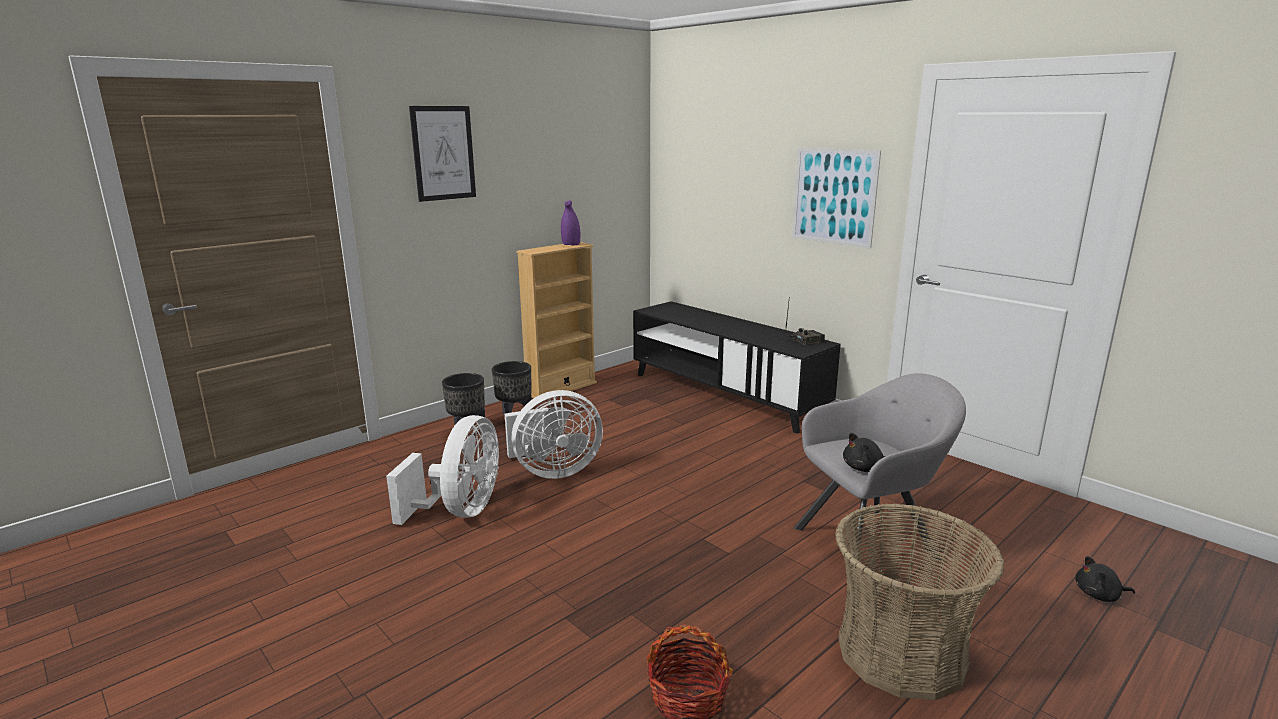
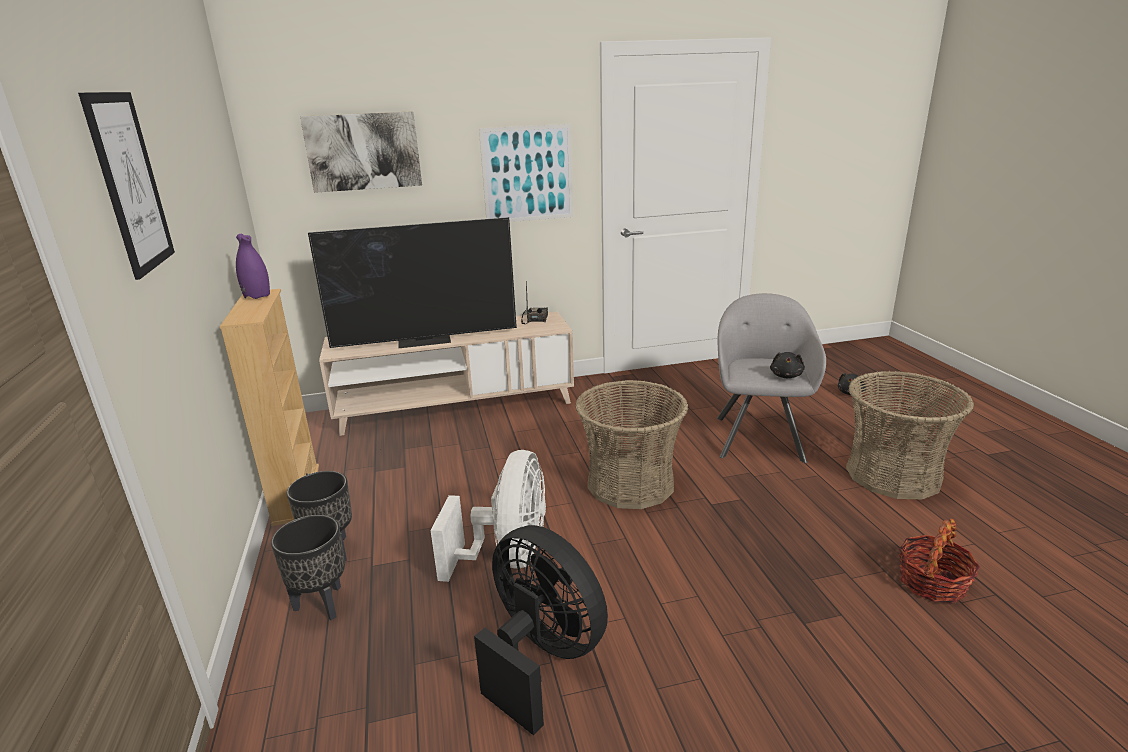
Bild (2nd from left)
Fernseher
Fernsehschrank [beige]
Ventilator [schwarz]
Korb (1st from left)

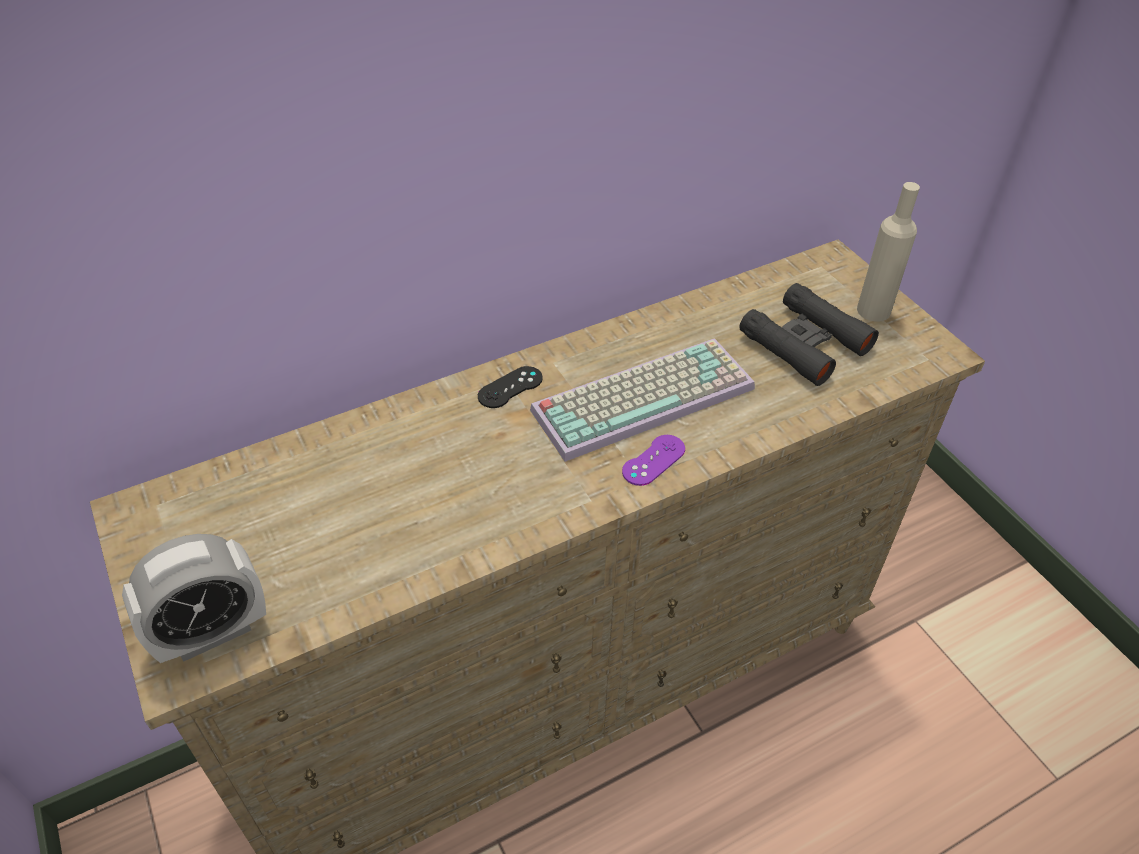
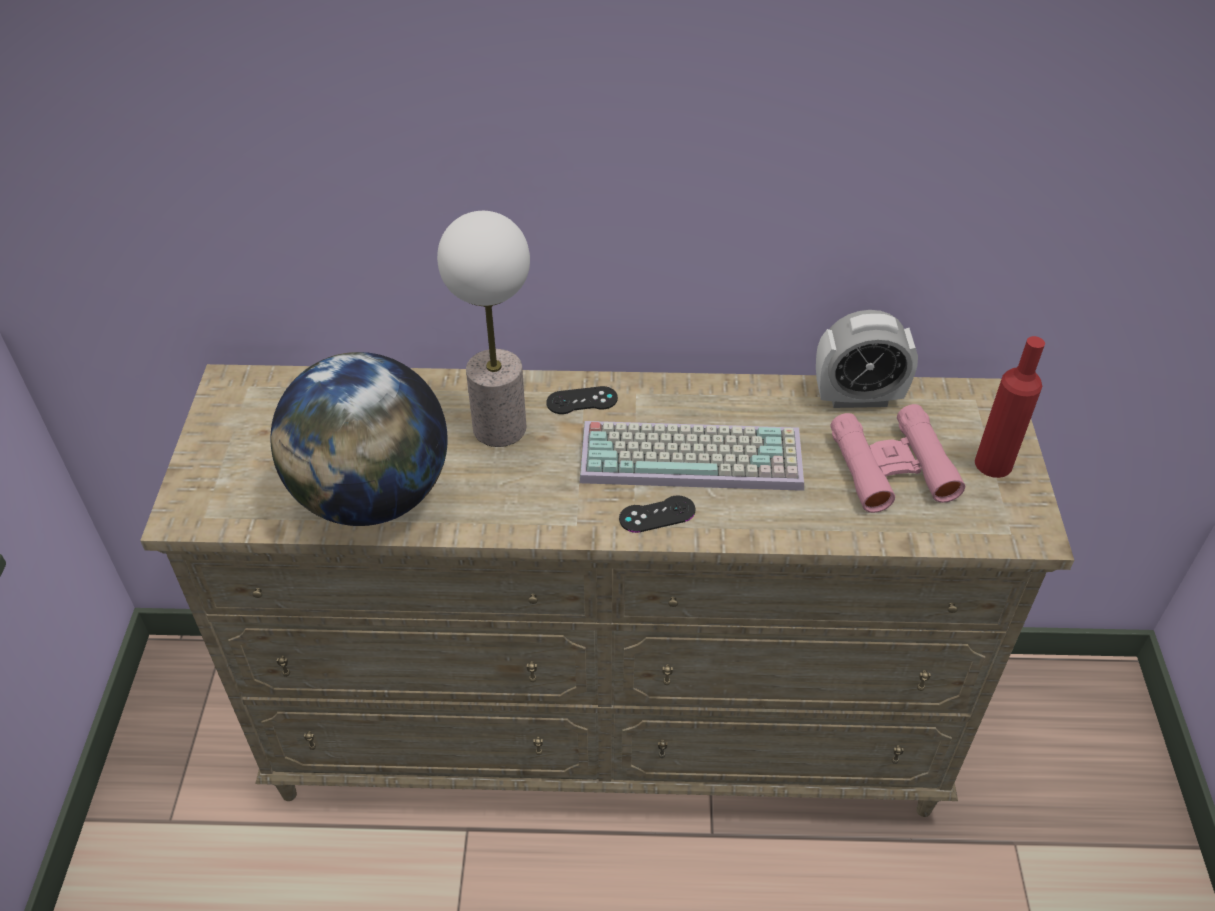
Globus
Tischlampe
Gamepad [schwarz] (2nd from left)
Wecker
Fernglas [rosa]
Flasche [rot]

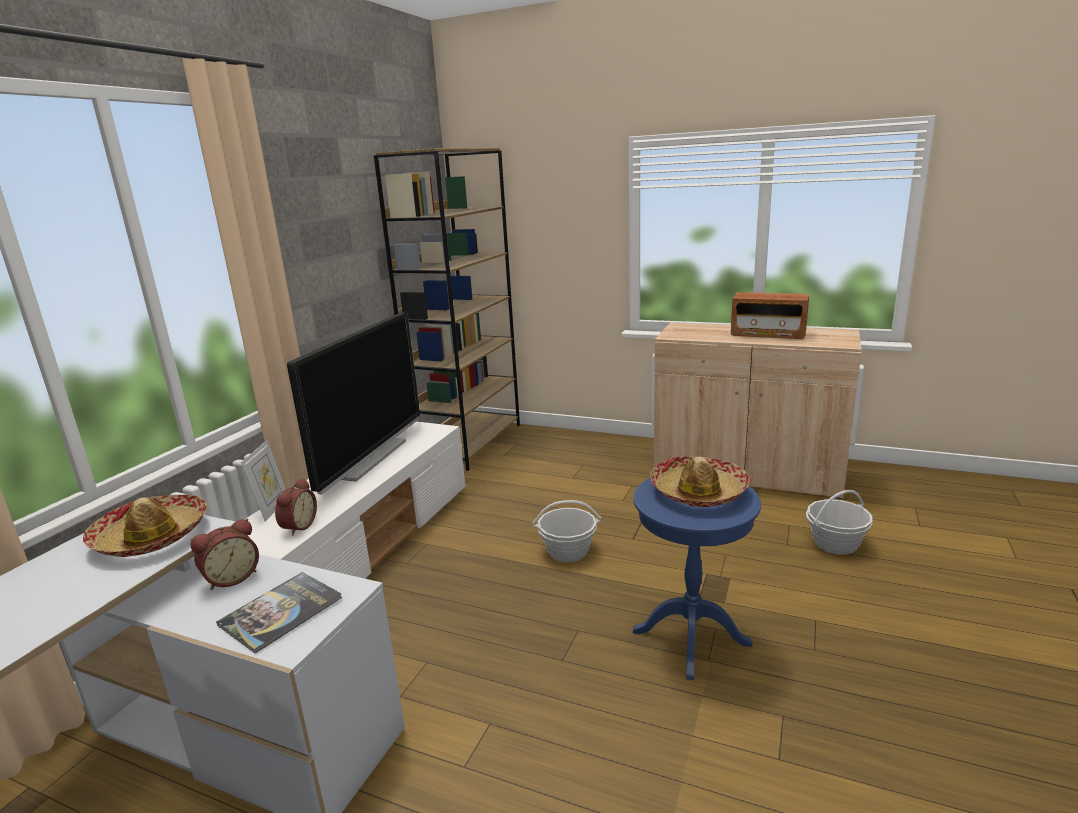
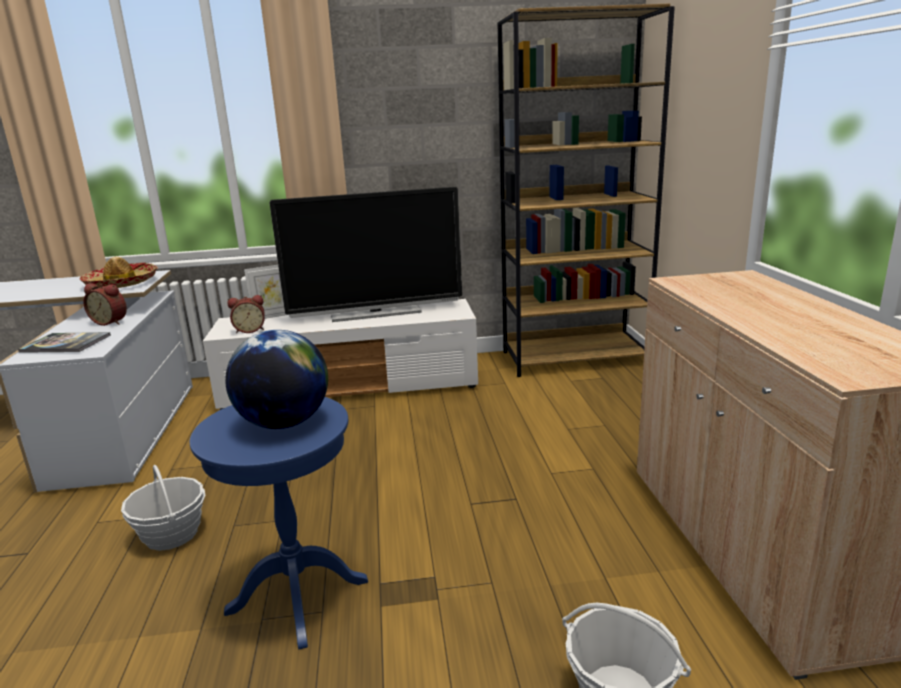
Korb (1st from left)
Globus
Radio

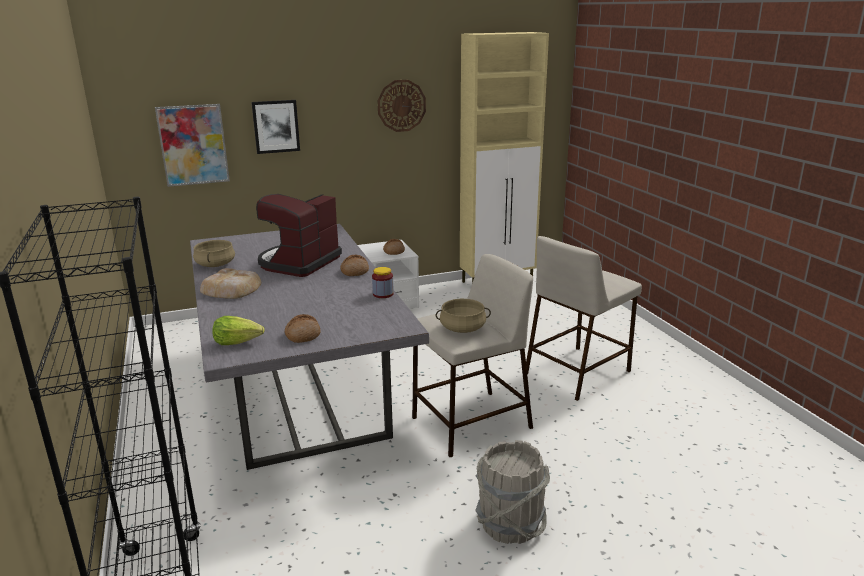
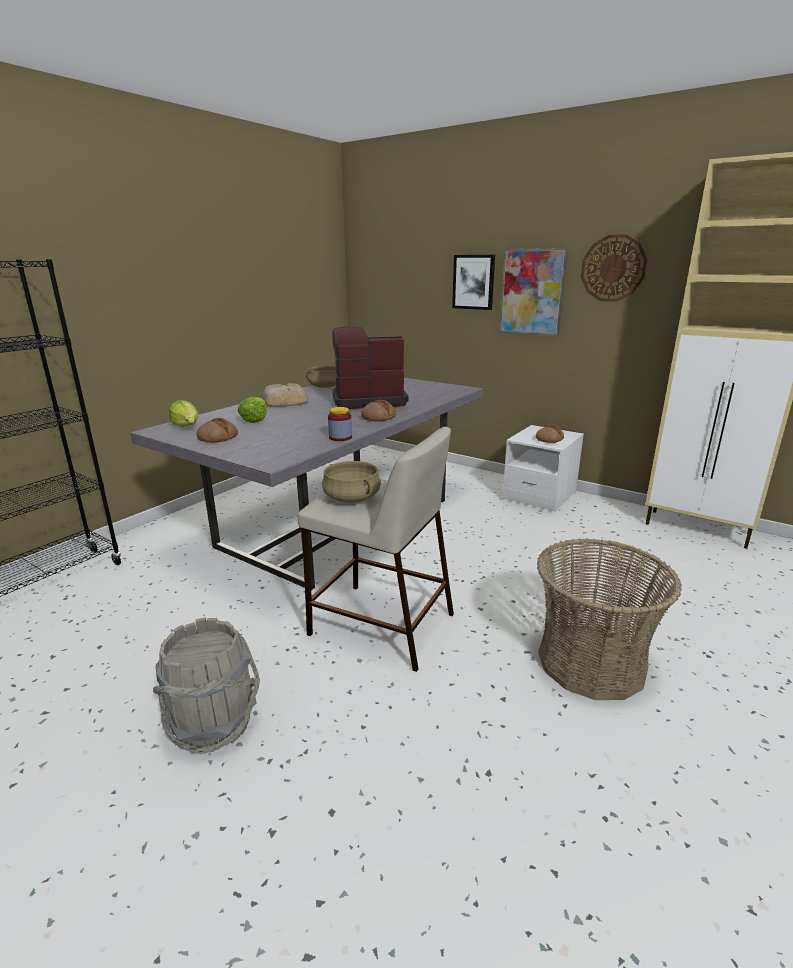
Salatkopf (2nd from left)
Bild (2nd from left)
Korb

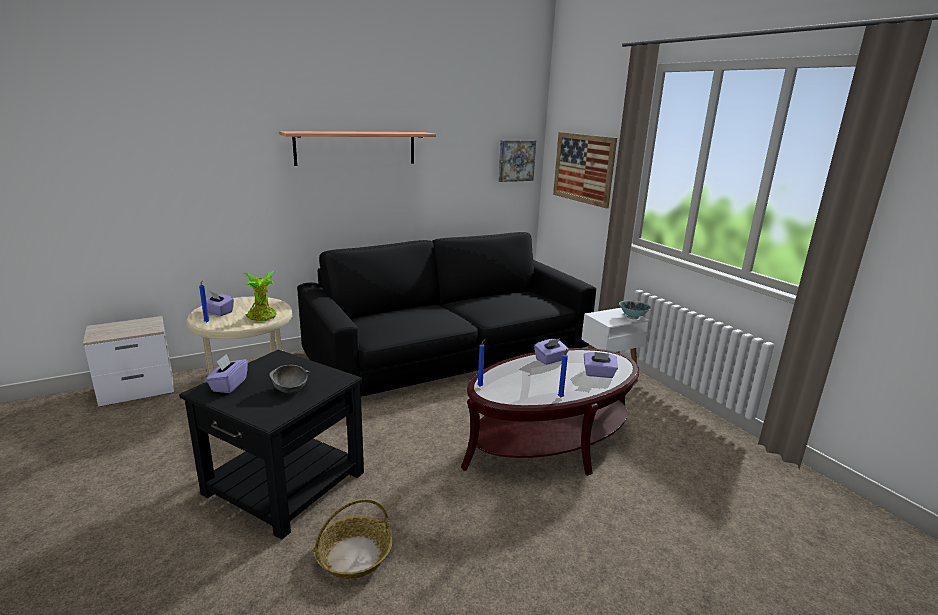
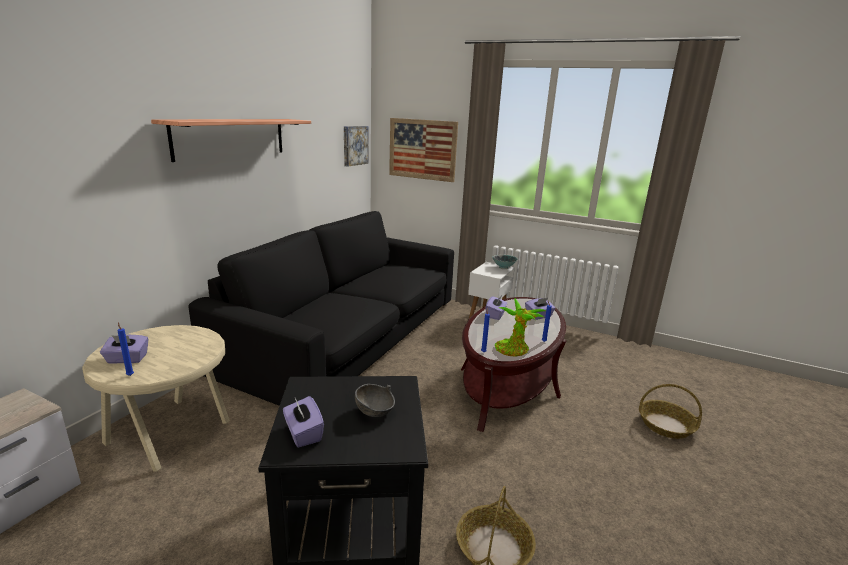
Topfpflanze
Korb (2nd from left)

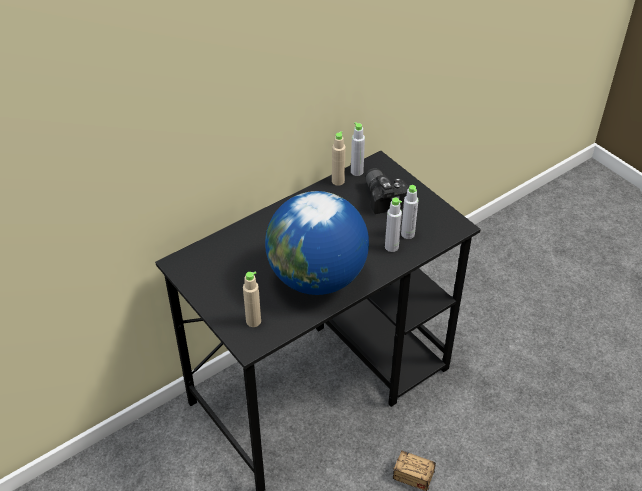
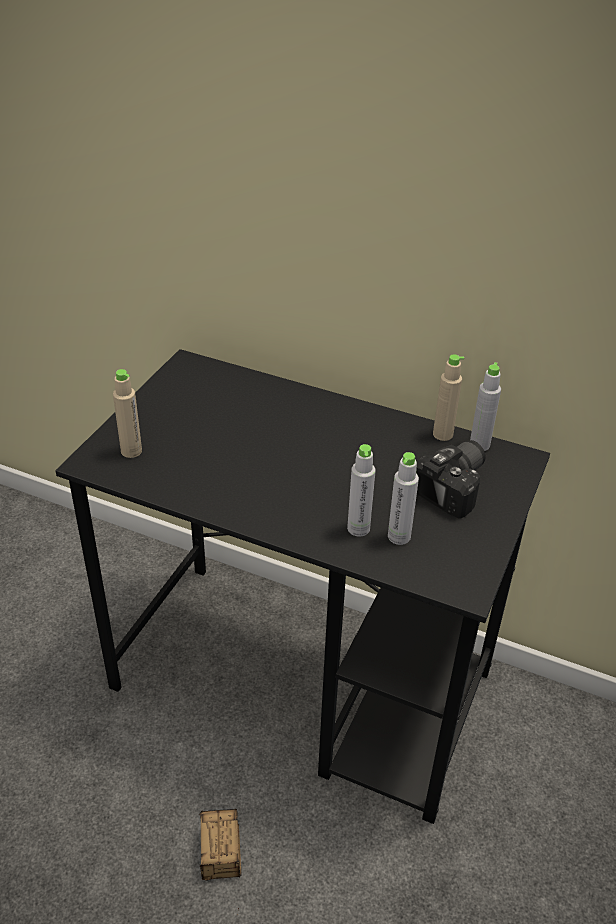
Globus

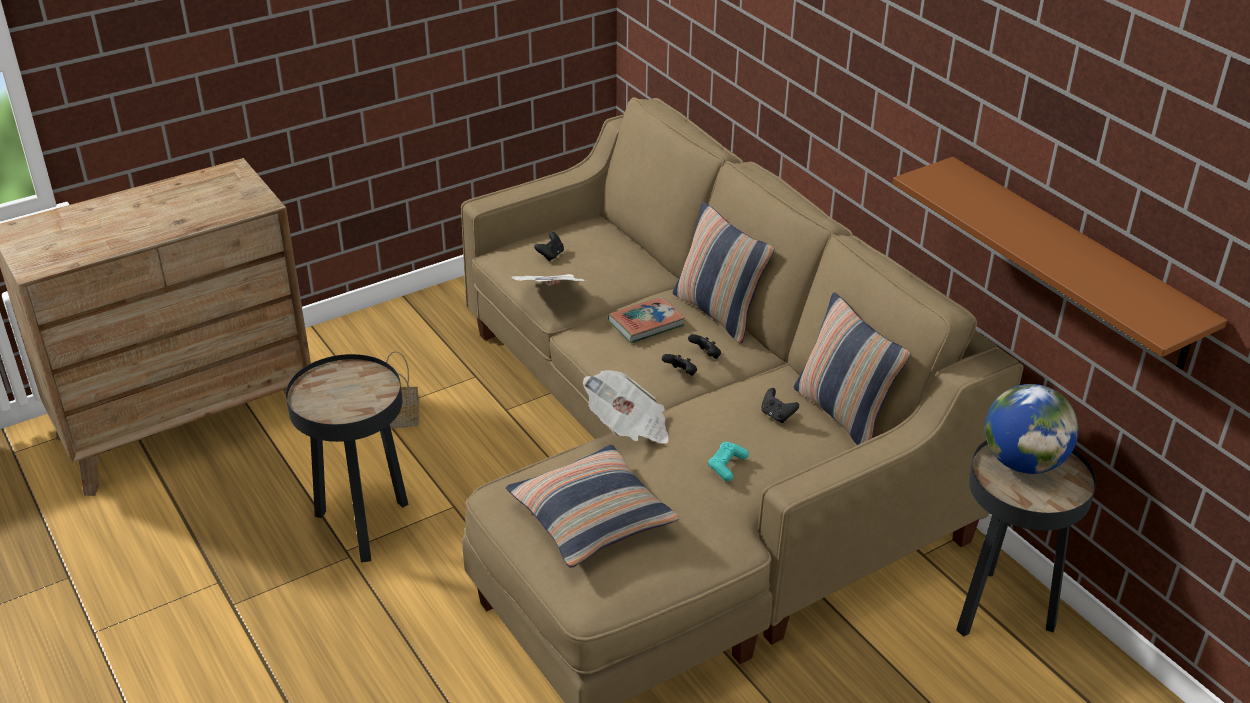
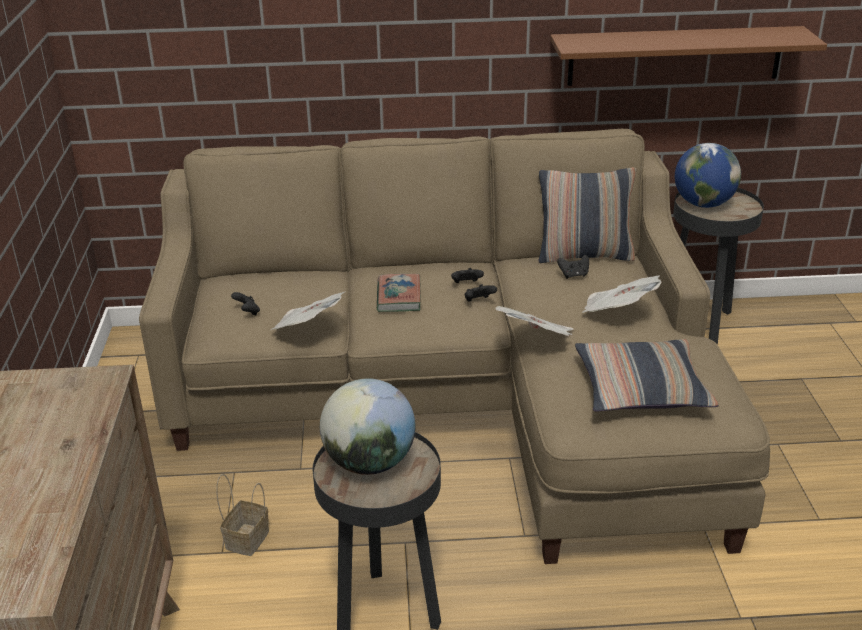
Globus (1st from left)
Zeitung (3rd from left)
Kissen (2nd from left in the first image)

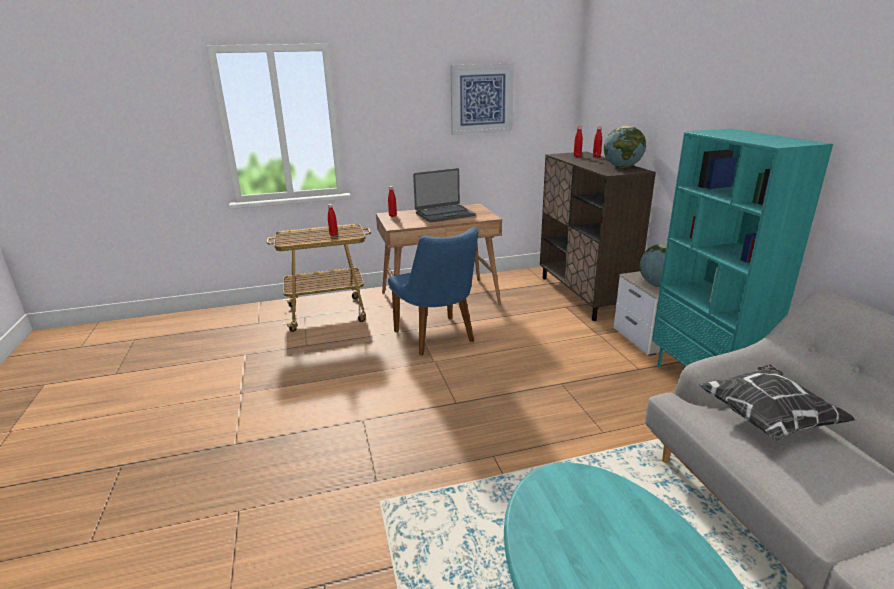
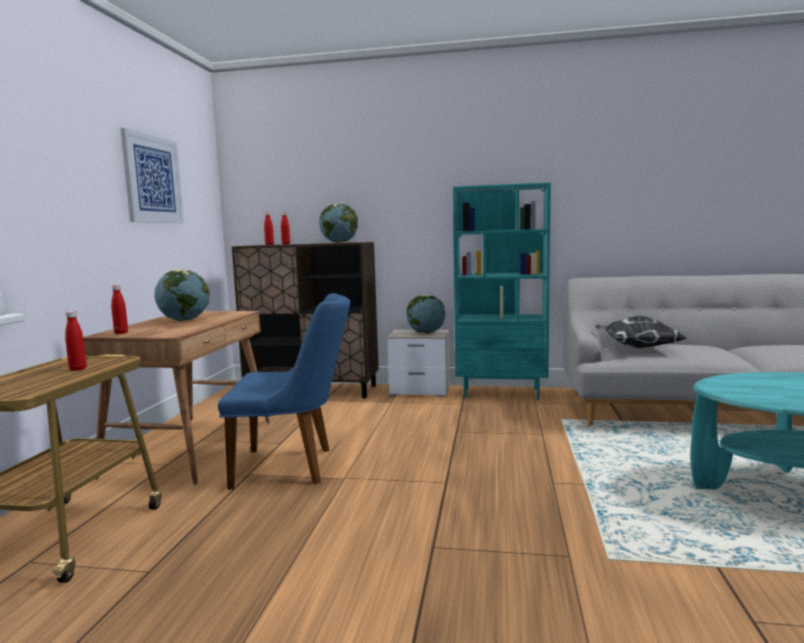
Globus (1st from left)

